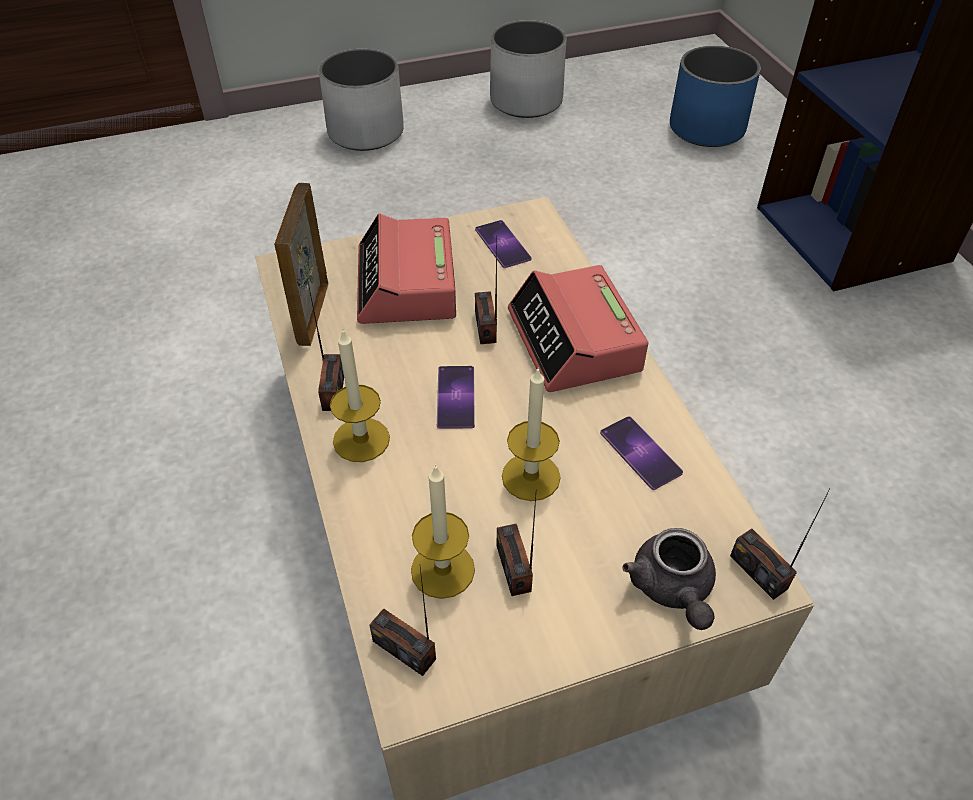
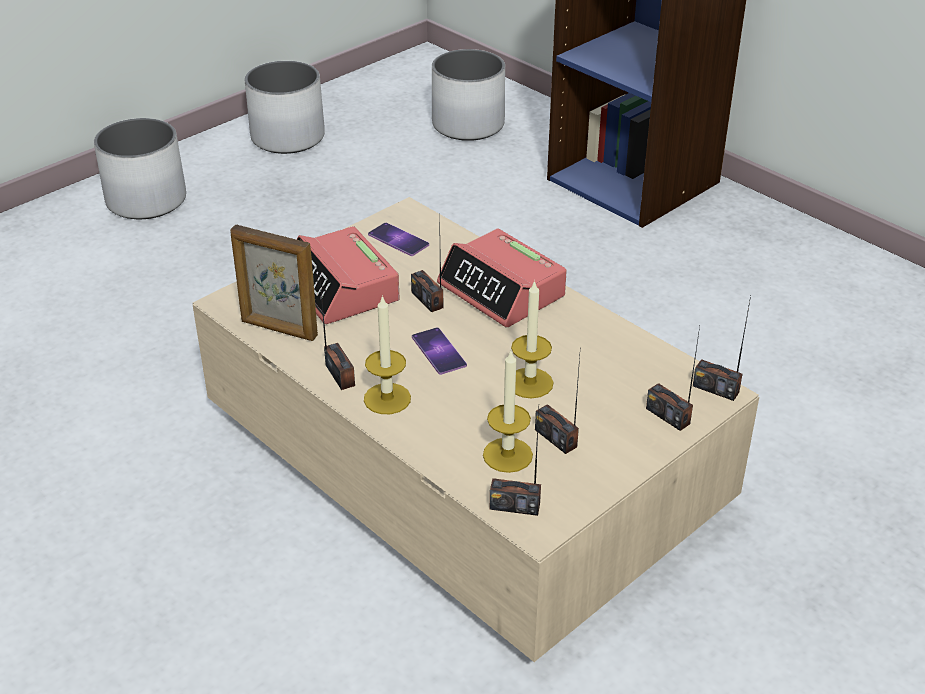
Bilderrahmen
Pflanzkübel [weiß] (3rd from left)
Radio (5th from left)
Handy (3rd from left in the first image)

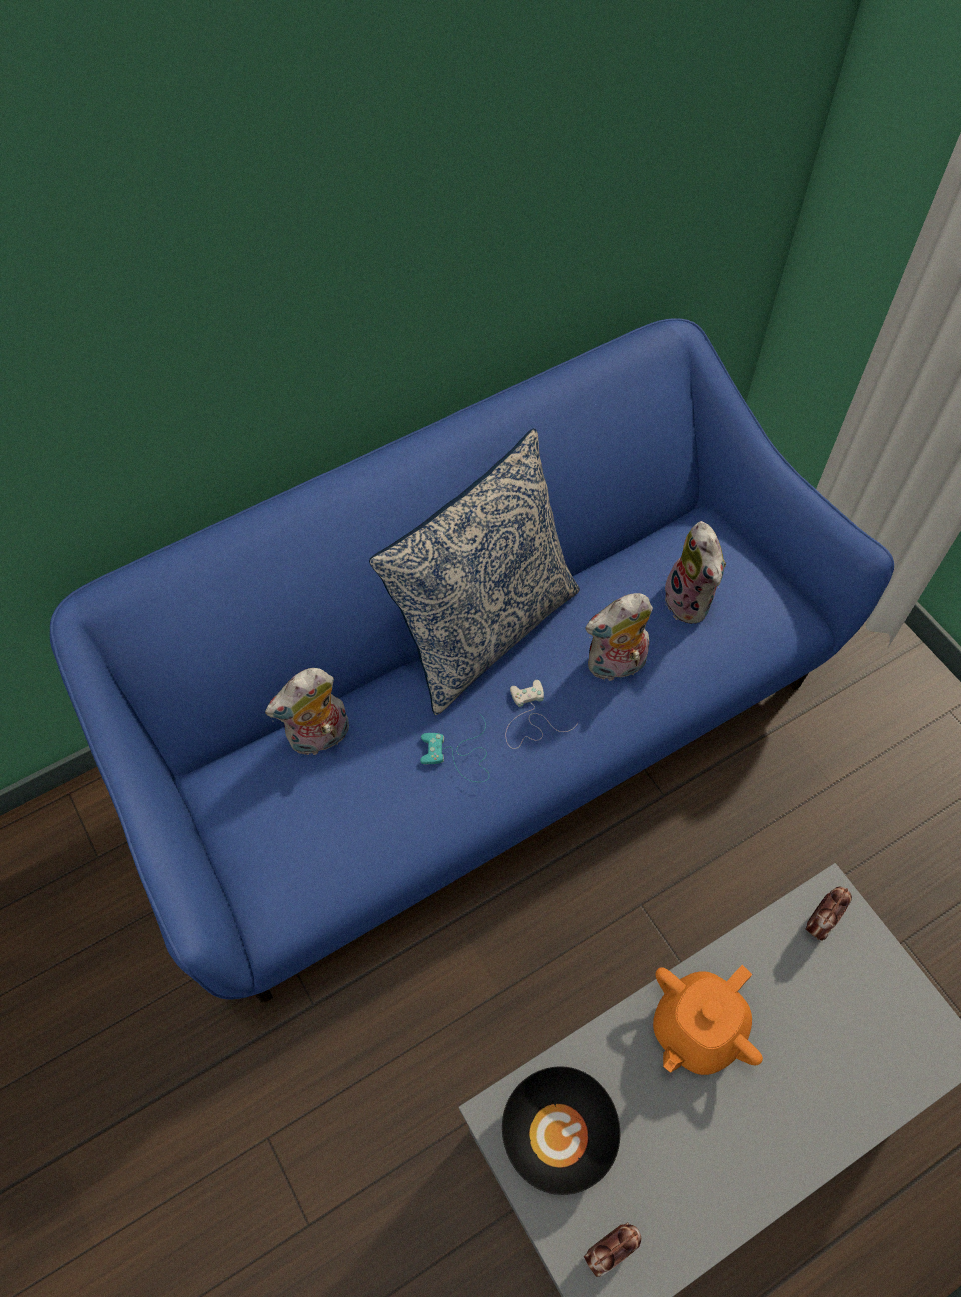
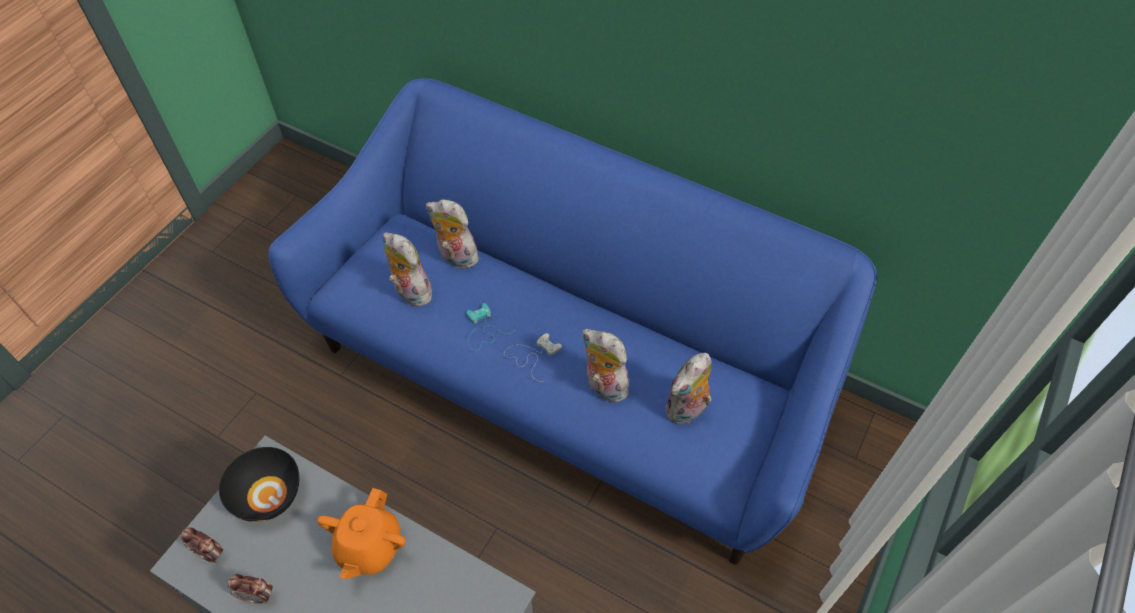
Wecker (2nd from left)
Teekanne [orange]
Plüschtier (1st from left)
Kissen

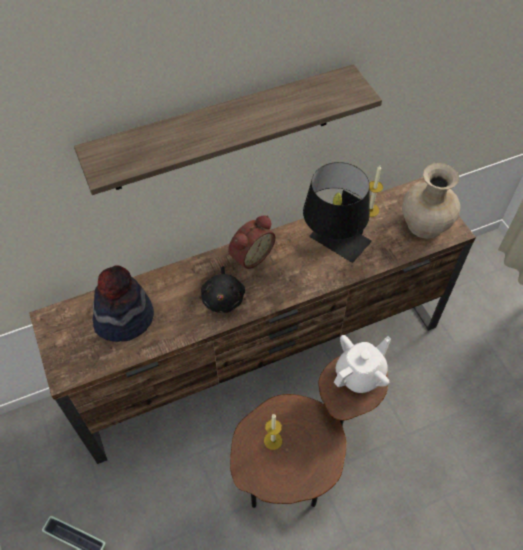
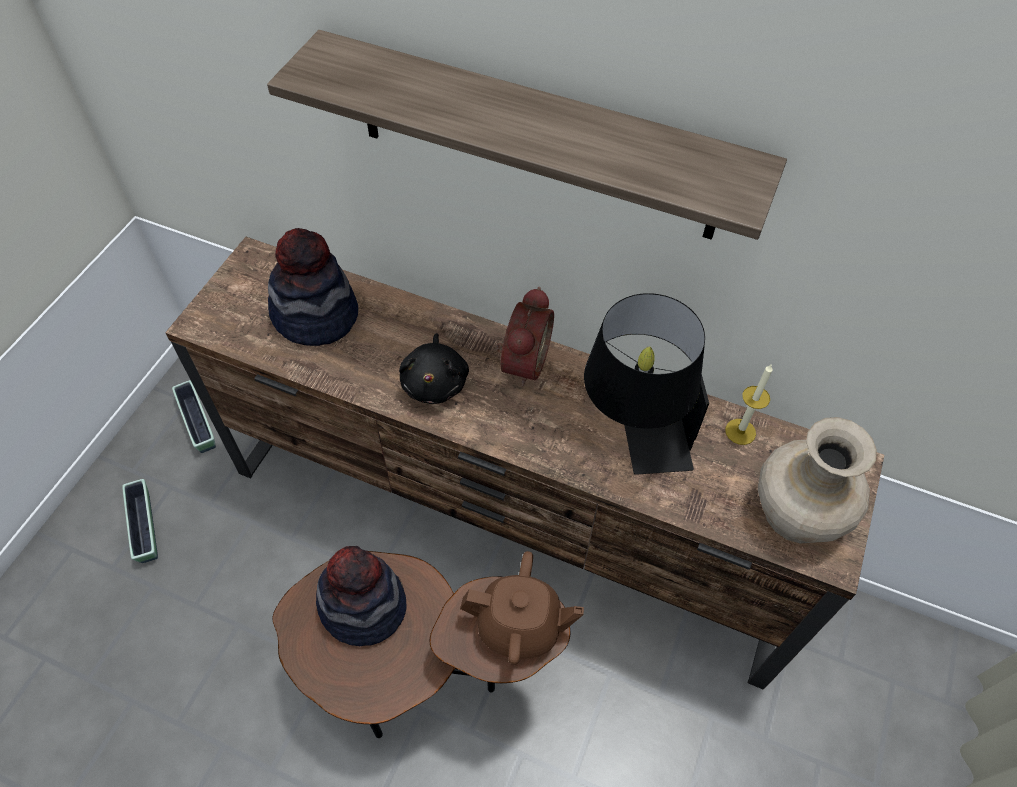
Pflanzkübel (2nd from left)
Hut (2nd from left)
Plüschtier [schwarz]
Teekanne [braun]
Wecker

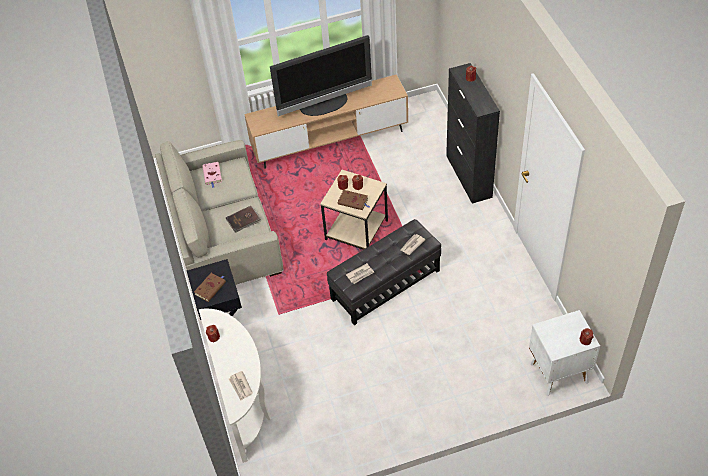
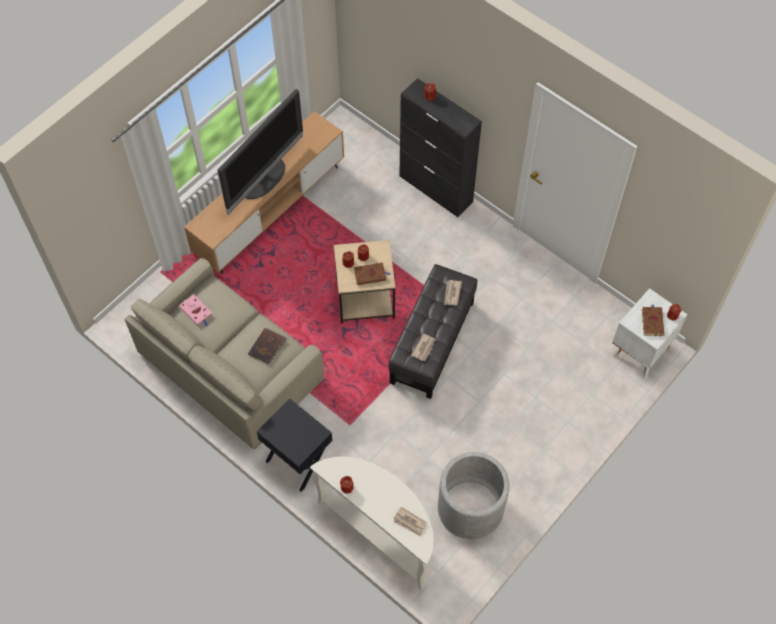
Pflanzkübel [grau]
Buch [braun] (3rd from left)

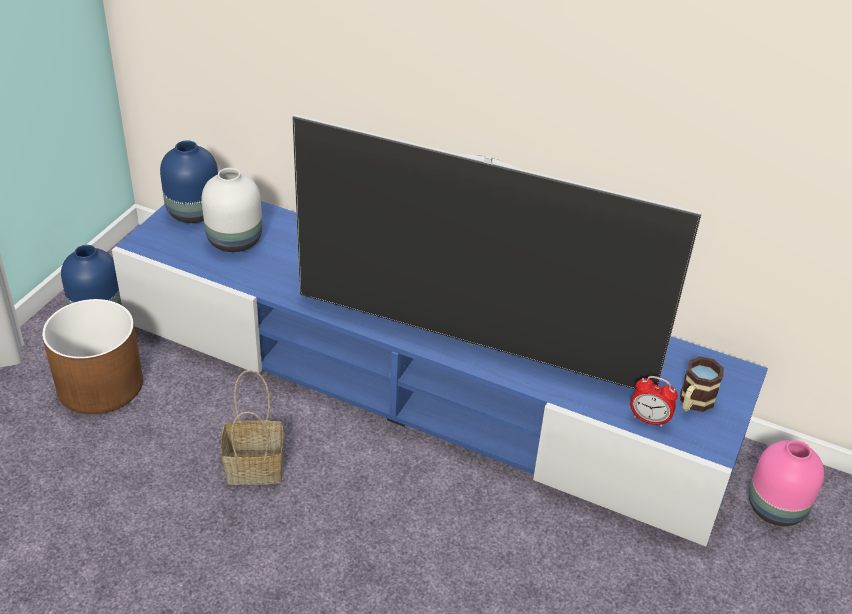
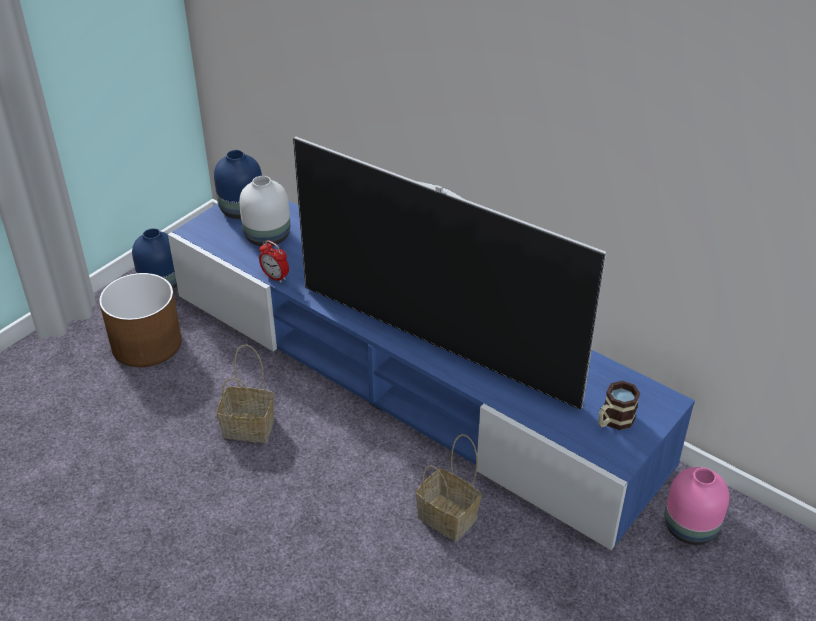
Wecker
Korb (2nd from left)

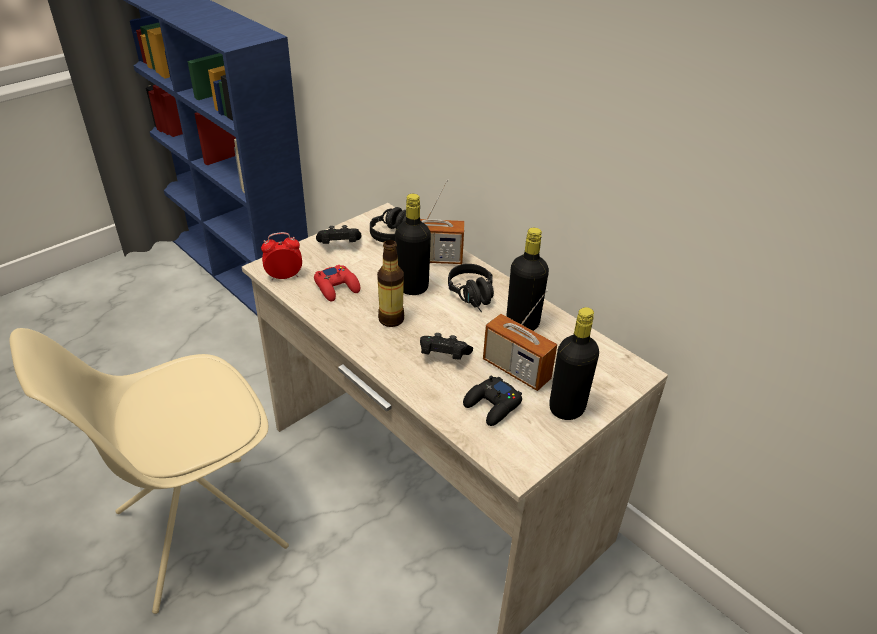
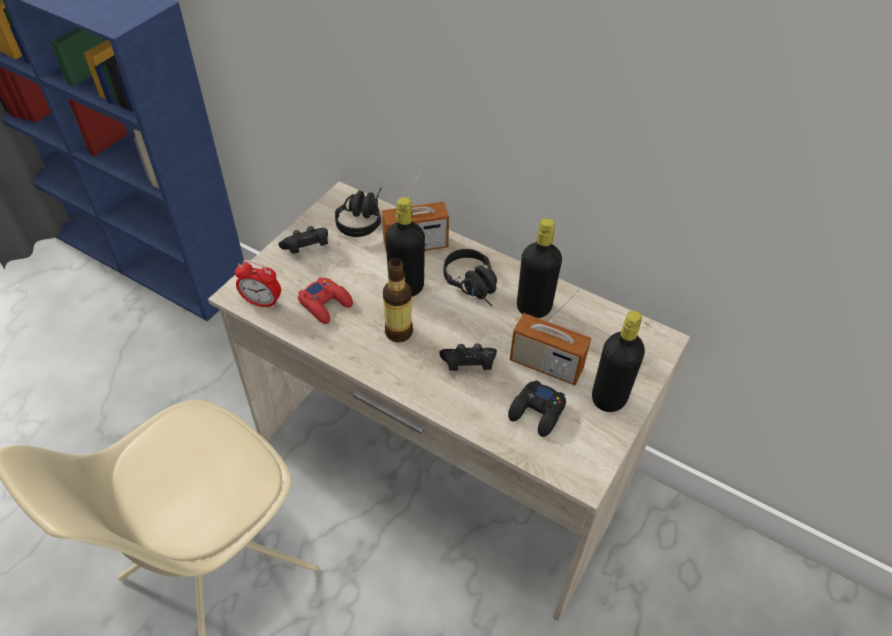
Wecker

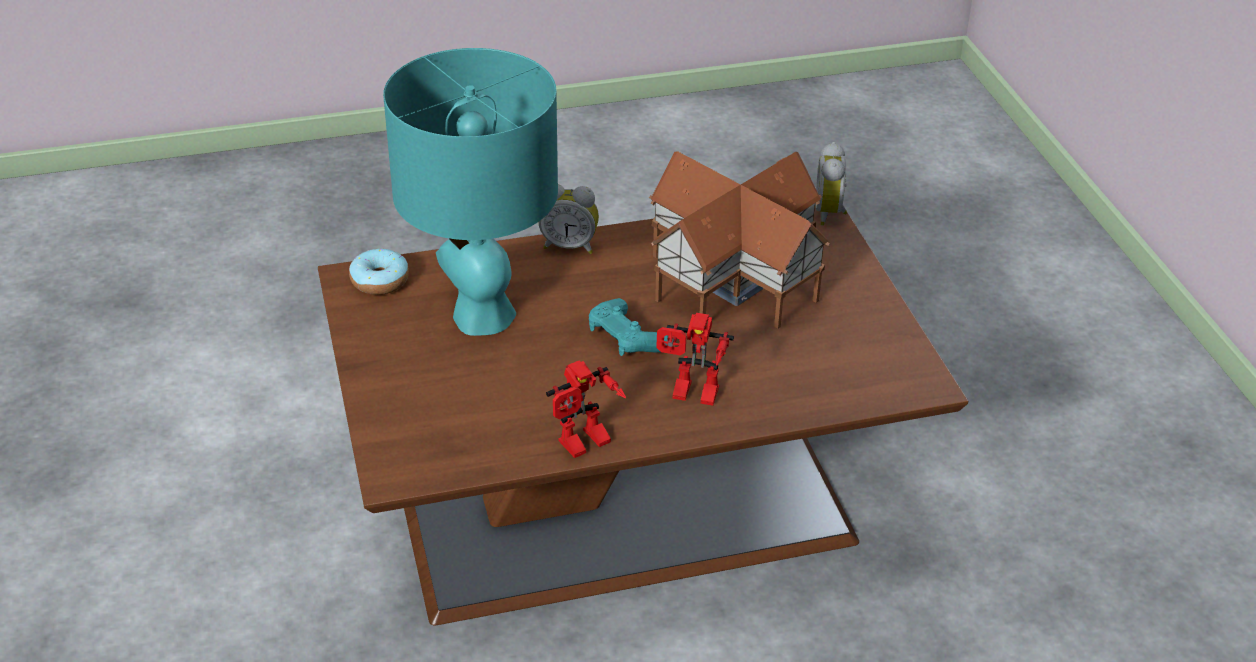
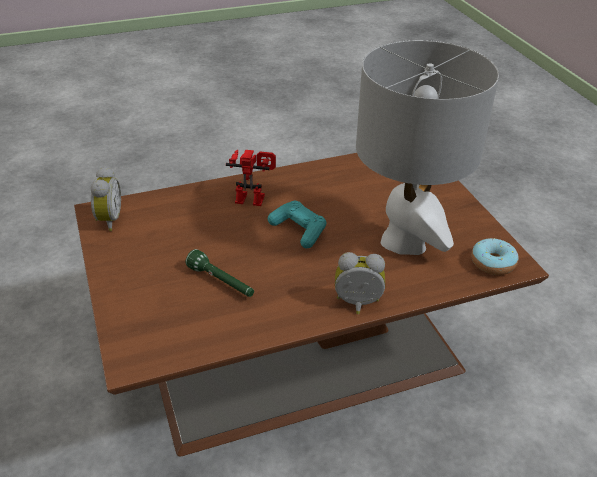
Wecker (1st from left)
Taschenlampe [grün]
Tischlampe [grau]
Spielzeugroboter (1st from left in the first image)

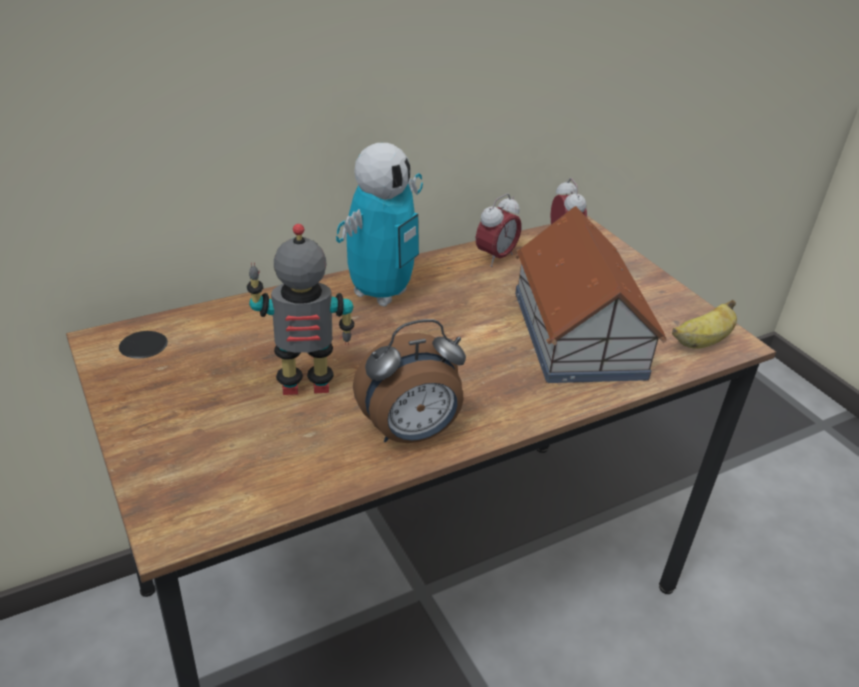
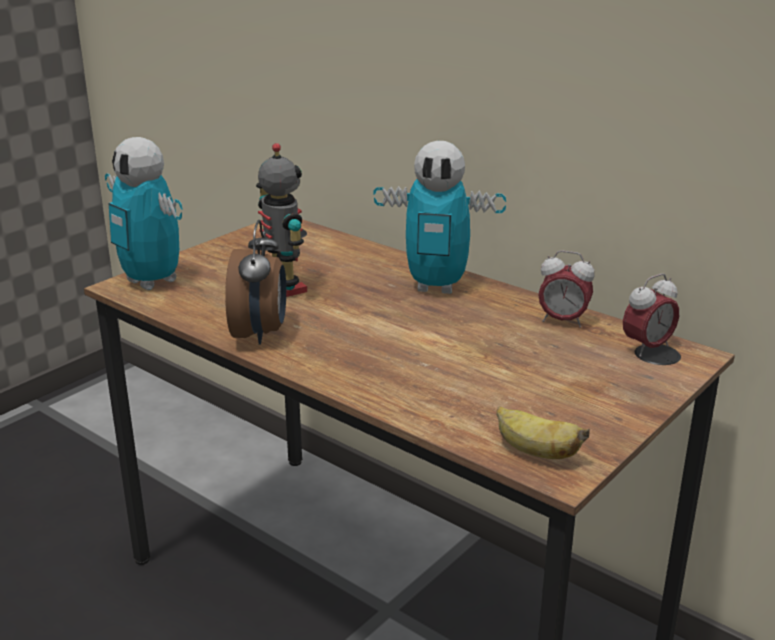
Spielzeugroboter (1st from left)
Wecker (1st from left)
Spielzeughaus

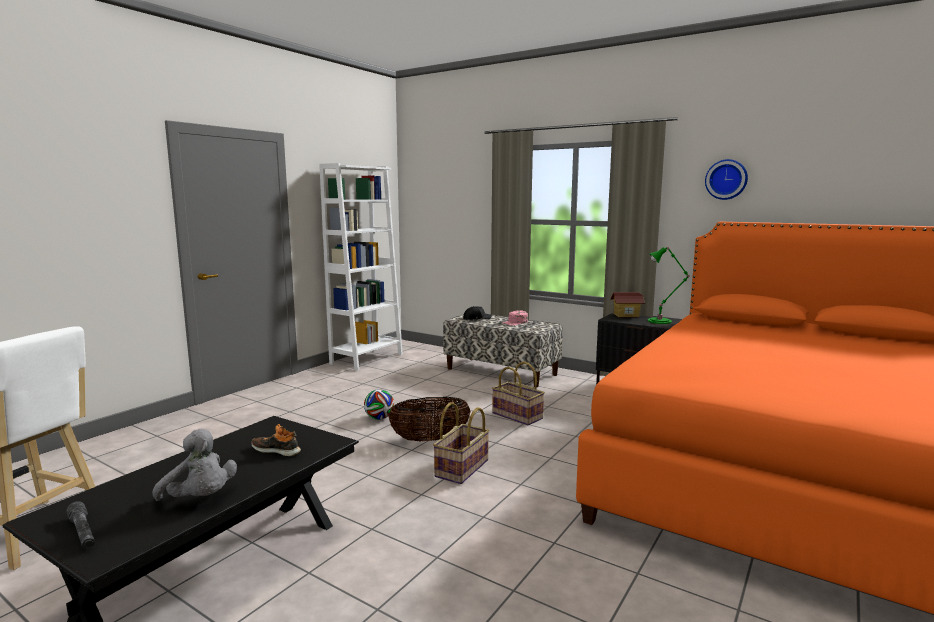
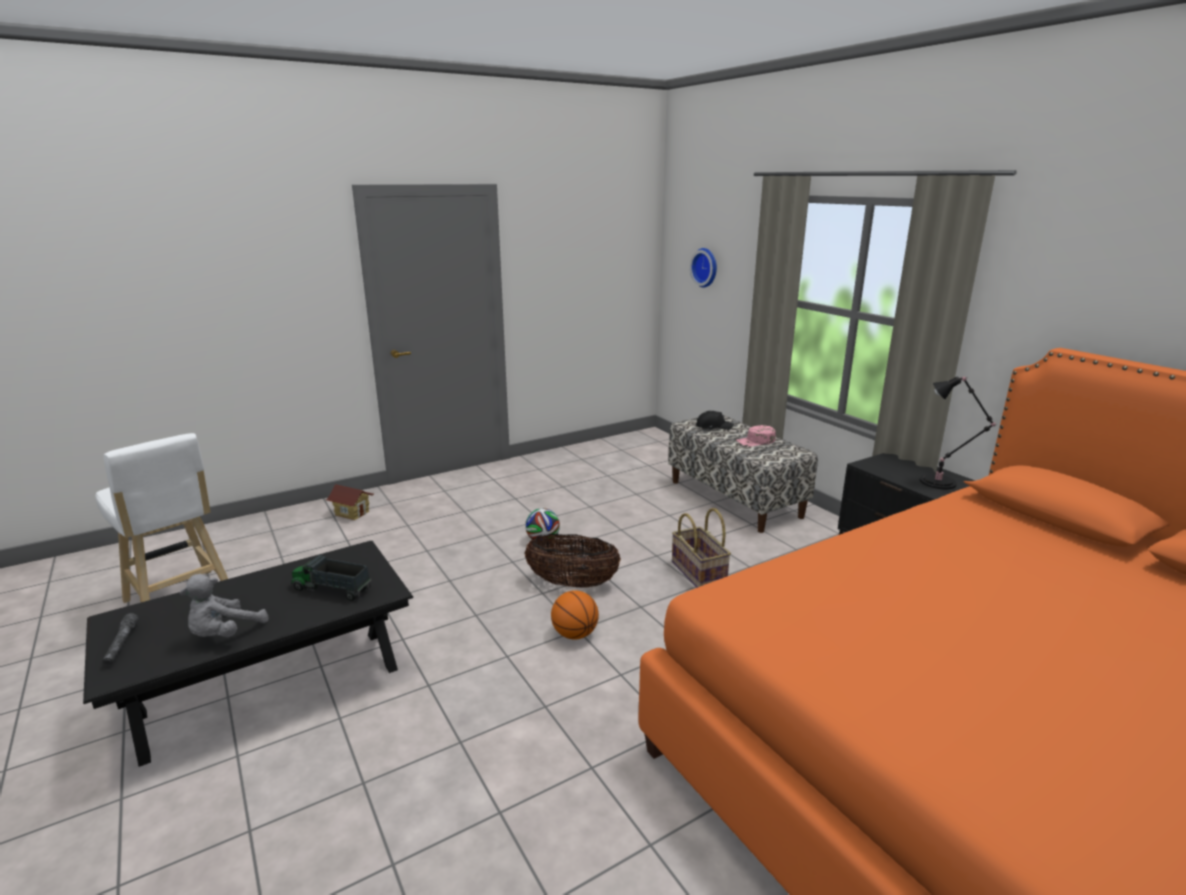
Plüschtier [grau]
Spielzeuglaster
Spielzeughaus
Basketball
Wanduhr
Tischlampe [schwarz]
Bücherregal [weiß]

